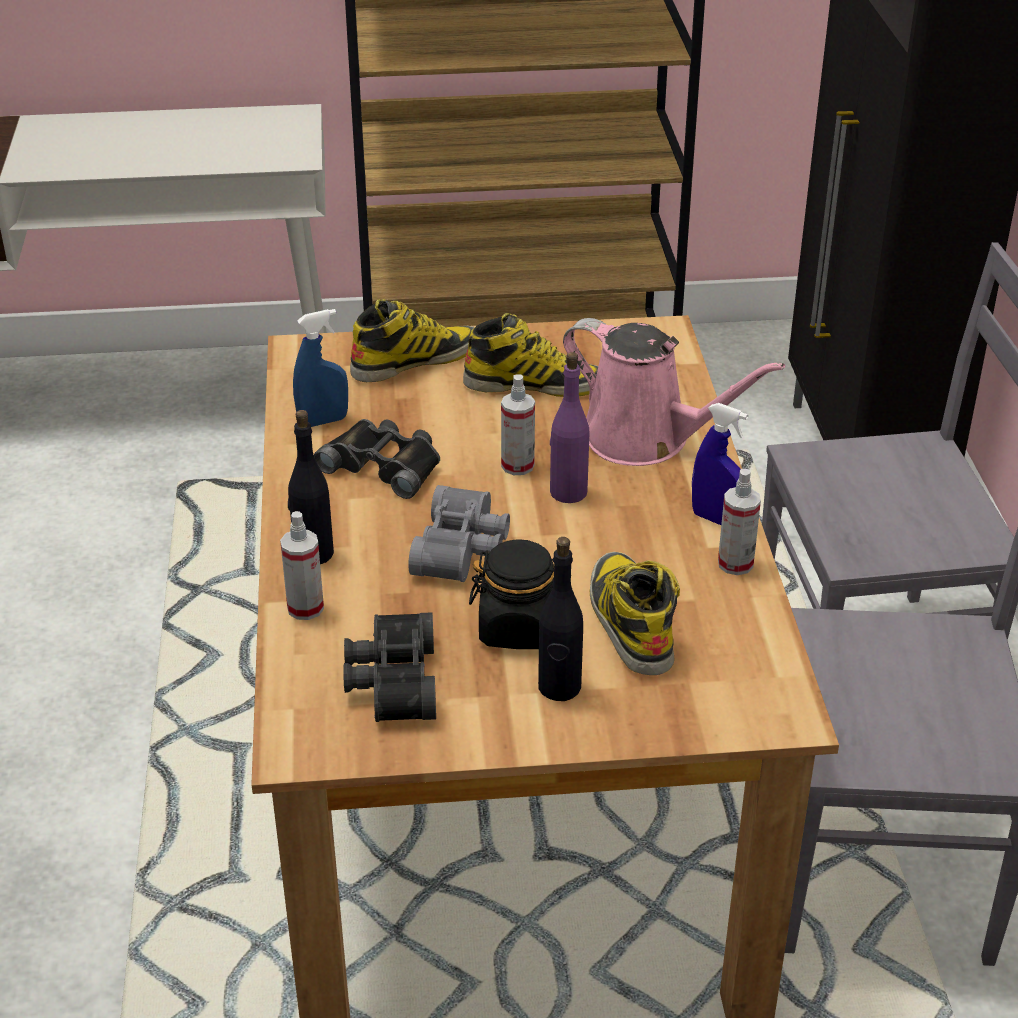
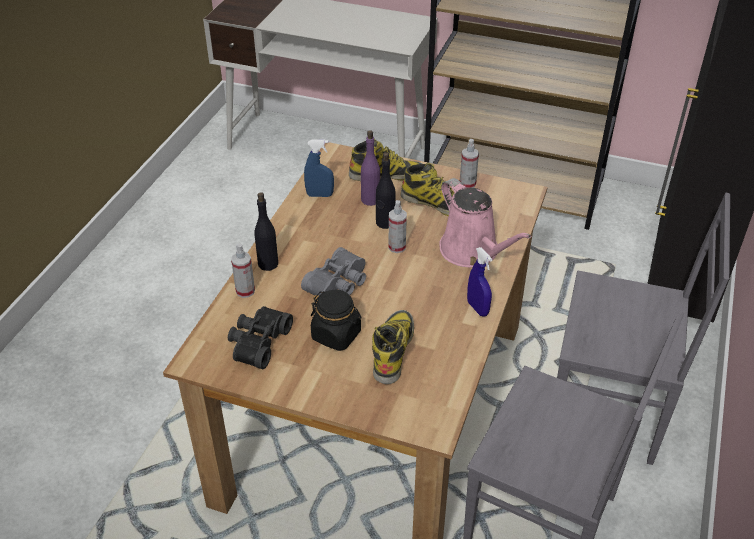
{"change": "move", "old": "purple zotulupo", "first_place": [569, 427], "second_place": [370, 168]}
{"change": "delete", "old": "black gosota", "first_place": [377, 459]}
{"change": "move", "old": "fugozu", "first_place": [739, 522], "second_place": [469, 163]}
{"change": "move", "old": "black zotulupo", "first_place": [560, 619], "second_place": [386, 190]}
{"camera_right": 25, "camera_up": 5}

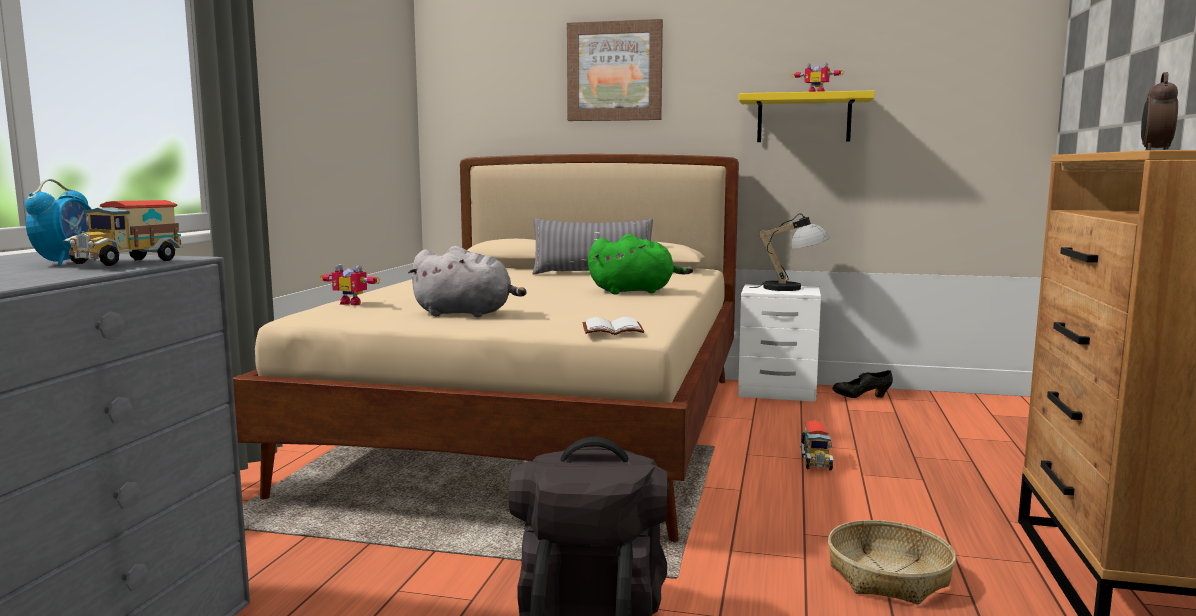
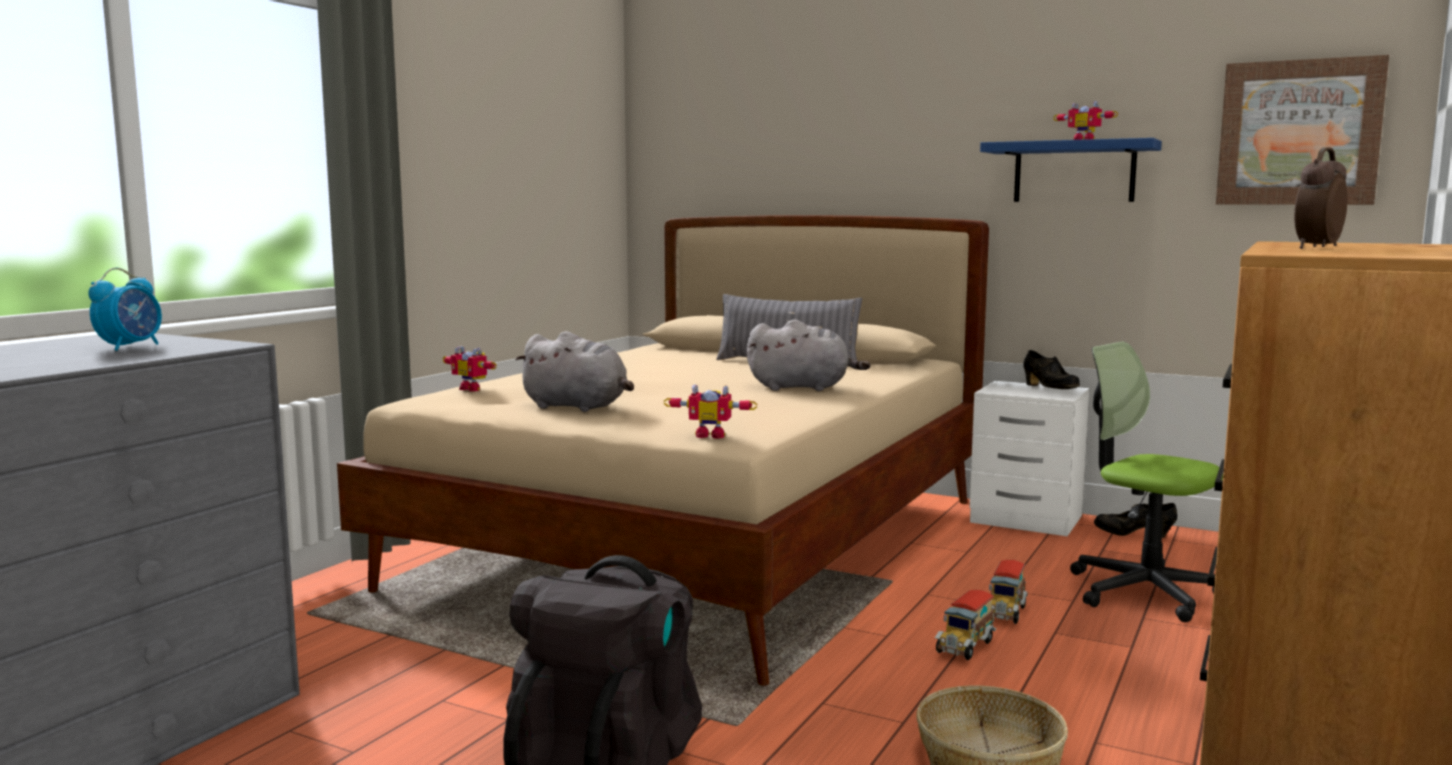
{"change": "move", "old": "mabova", "first_place": [615, 70], "second_place": [1302, 130]}
{"change": "recolor", "old": "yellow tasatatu", "new": "blue tasatatu", "first_place": [807, 116], "second_place": [1071, 170]}
{"change": "move", "old": "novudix", "first_place": [123, 233], "second_place": [965, 625]}
{"change": "replace", "old": "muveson", "new": "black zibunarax", "first_place": [789, 252], "second_place": [1051, 369]}
{"change": "recolor", "old": "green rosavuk", "new": "grey rosavuk", "first_place": [640, 264], "second_place": [809, 355]}
{"change": "replace", "old": "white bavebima", "new": "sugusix", "first_place": [614, 326], "second_place": [711, 411]}
{"change": "insert", "new": "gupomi", "second_place": [1146, 482]}
{"camera_right": 15, "camera_up": 0}

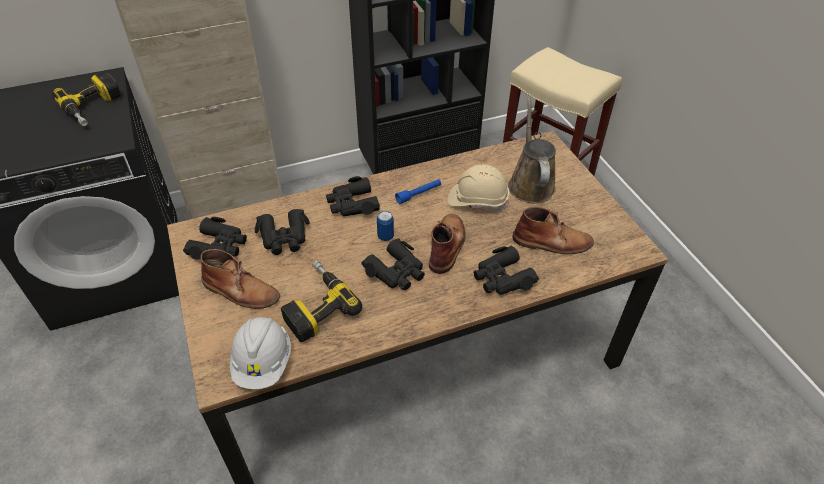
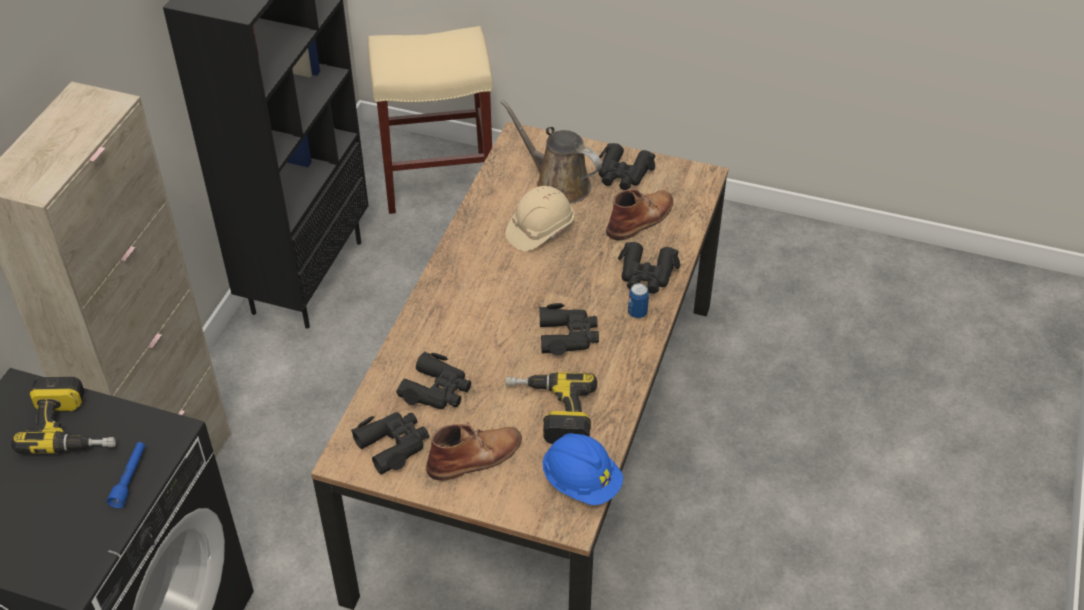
{"change": "move", "old": "black gosota", "first_place": [353, 196], "second_place": [626, 166]}
{"change": "move", "old": "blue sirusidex", "first_place": [418, 191], "second_place": [126, 475]}
{"change": "move", "old": "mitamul", "first_place": [385, 226], "second_place": [638, 300]}
{"change": "delete", "old": "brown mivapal", "first_place": [447, 244]}
{"change": "recolor", "old": "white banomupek", "new": "blue banomupek", "first_place": [260, 353], "second_place": [583, 469]}
{"camera_right": -50, "camera_up": 0}

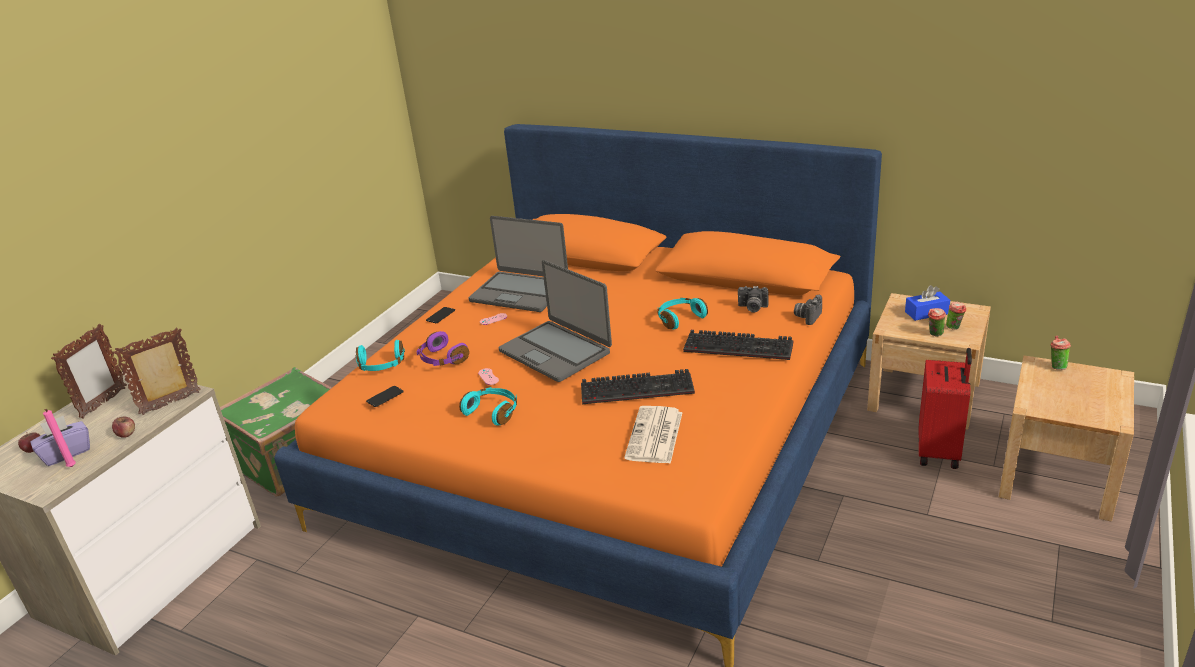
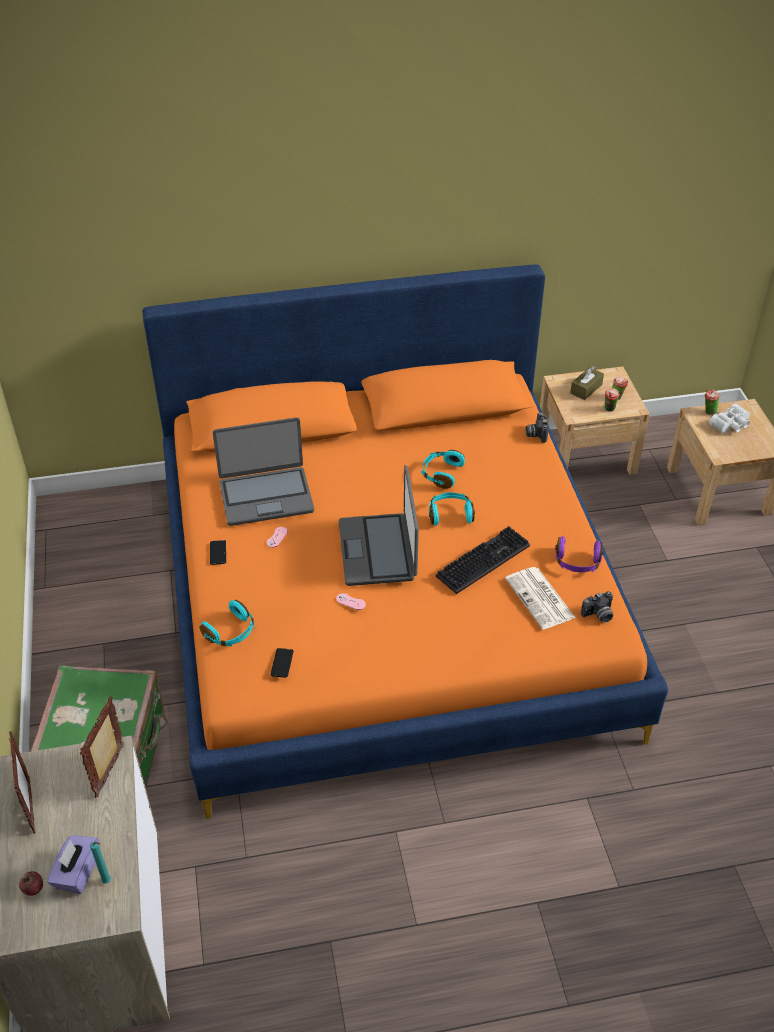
{"change": "rotate", "old": "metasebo", "first_place": [555, 321], "second_place": [379, 525], "degrees": 75}
{"change": "recolor", "old": "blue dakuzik", "new": "brown dakuzik", "first_place": [927, 303], "second_place": [587, 383]}
{"change": "move", "old": "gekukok", "first_place": [753, 299], "second_place": [597, 607]}
{"change": "delete", "old": "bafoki", "first_place": [738, 345]}
{"change": "move", "old": "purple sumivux", "first_place": [443, 348], "second_place": [579, 554]}
{"change": "delete", "old": "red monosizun", "first_place": [945, 408]}
{"change": "move", "old": "turquoise sumivux", "first_place": [488, 406], "second_place": [452, 509]}
{"change": "recolor", "old": "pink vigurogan", "new": "turquoise vigurogan", "first_place": [59, 438], "second_place": [100, 862]}
{"change": "delete", "old": "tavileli", "first_place": [123, 427]}
{"change": "insert", "new": "white gosota", "second_place": [729, 418]}
{"camera_right": -40, "camera_up": 15}

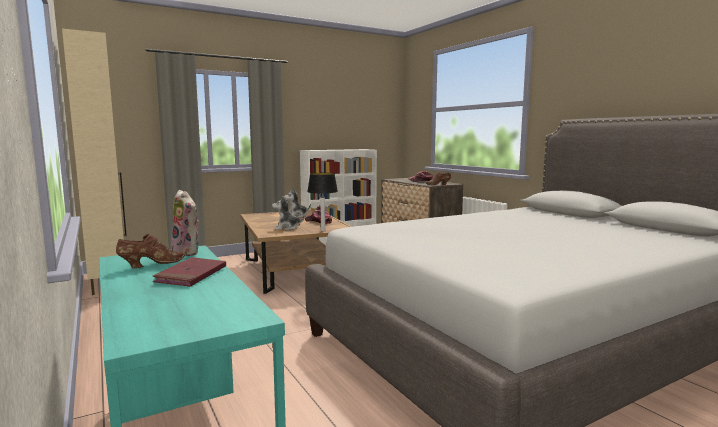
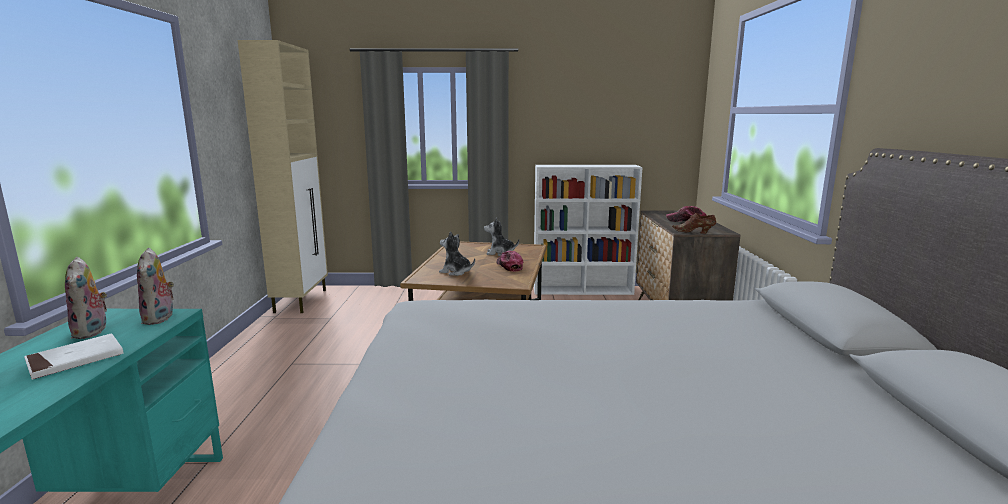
{"change": "delete", "old": "muveson", "first_place": [322, 202]}
{"change": "replace", "old": "brown zibunarax", "new": "rosavuk", "first_place": [151, 251], "second_place": [86, 298]}
{"change": "recolor", "old": "red bavebima", "new": "white bavebima", "first_place": [189, 272], "second_place": [74, 357]}
{"camera_right": 30, "camera_up": 5}

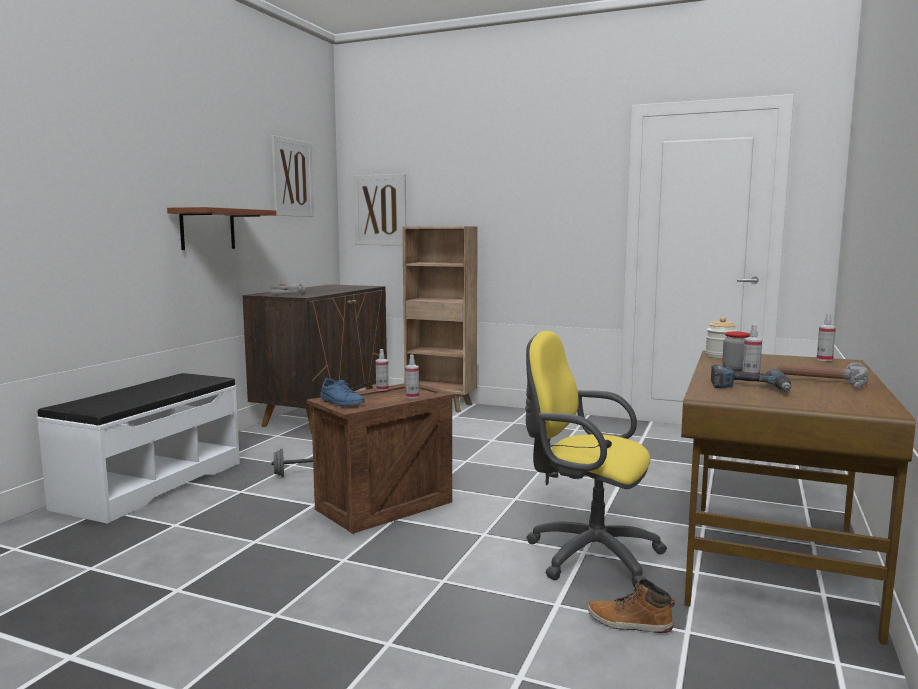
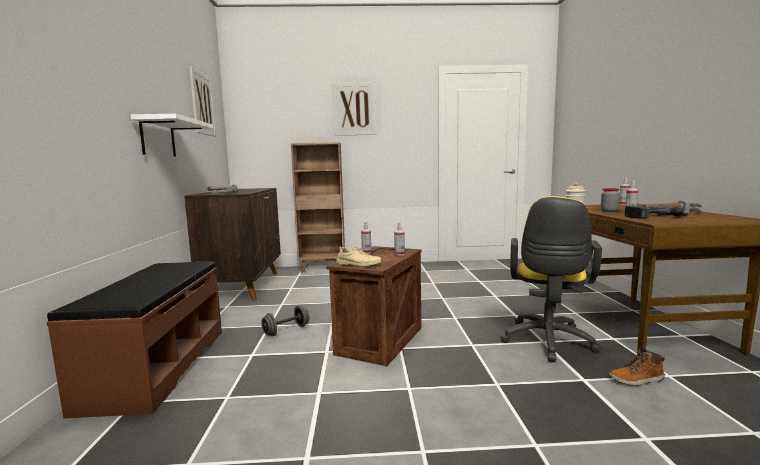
{"change": "move", "old": "mabova", "first_place": [380, 209], "second_place": [354, 109]}
{"change": "recolor", "old": "brown tasatatu", "new": "white tasatatu", "first_place": [222, 228], "second_place": [172, 135]}
{"change": "rotate", "old": "yellow gupomi", "first_place": [596, 459], "second_place": [551, 279], "degrees": -75}
{"change": "recolor", "old": "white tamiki", "new": "brown tamiki", "first_place": [138, 448], "second_place": [134, 340]}
{"change": "recolor", "old": "blue zibunarax", "new": "beige zibunarax", "first_place": [342, 391], "second_place": [359, 256]}
{"camera_right": -25, "camera_up": 0}

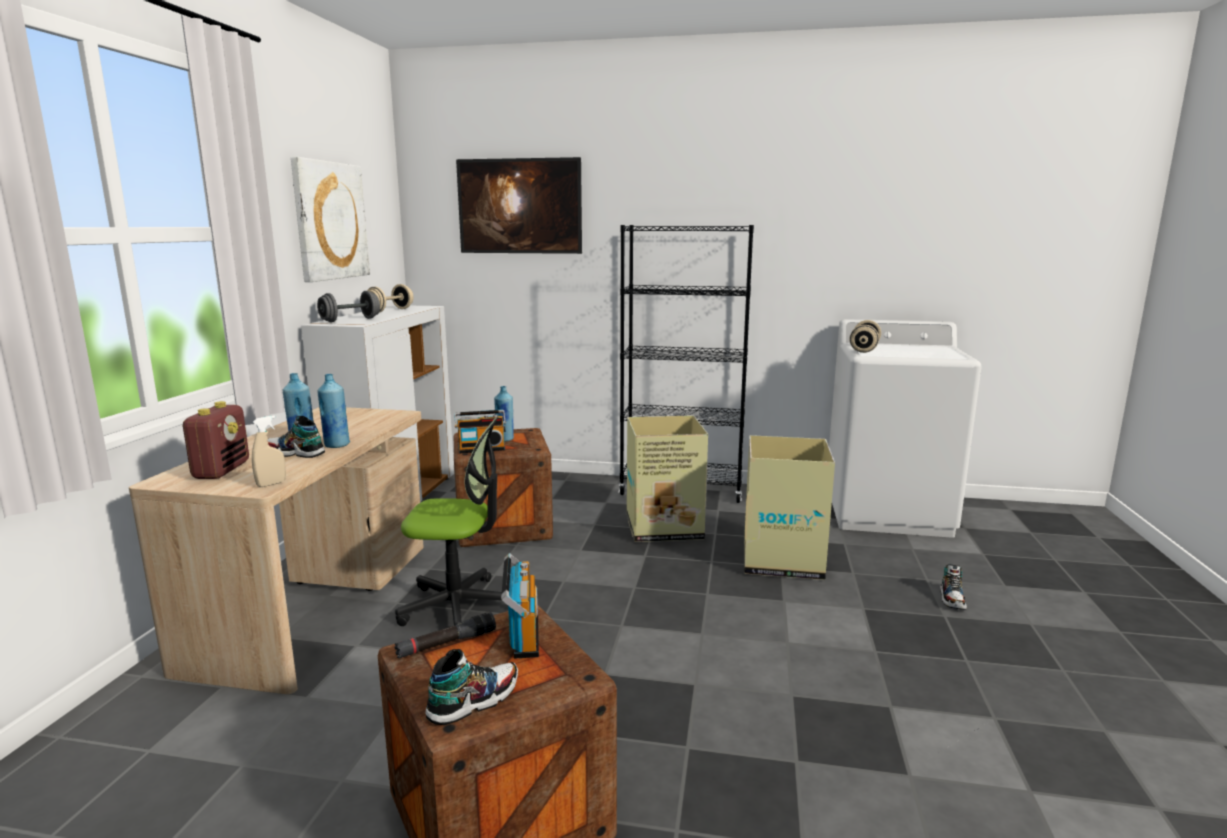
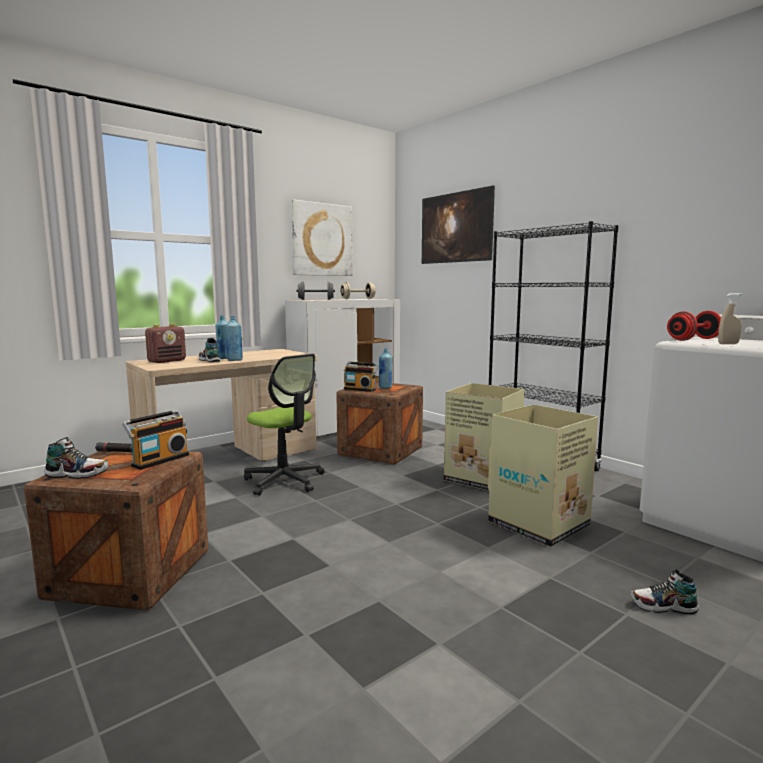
{"change": "recolor", "old": "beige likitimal", "new": "red likitimal", "first_place": [865, 336], "second_place": [694, 326]}
{"change": "move", "old": "beige fugozu", "first_place": [269, 451], "second_place": [730, 318]}
{"change": "rotate", "old": "zibunarax", "first_place": [953, 587], "second_place": [665, 592], "degrees": 45}
{"camera_right": 40, "camera_up": -5}

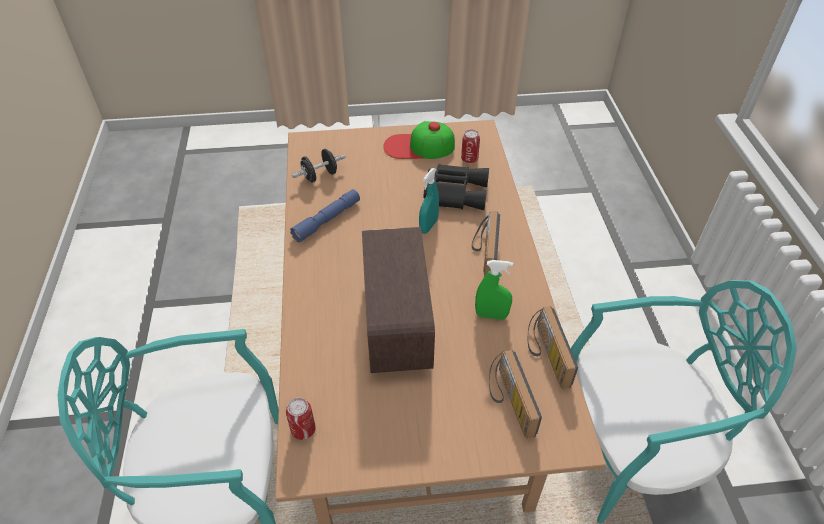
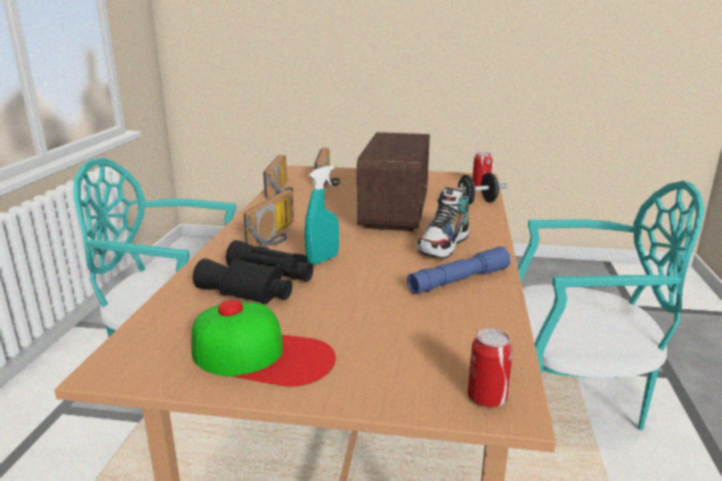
{"change": "move", "old": "mitamul", "first_place": [470, 146], "second_place": [490, 368]}
{"change": "move", "old": "black likitimal", "first_place": [319, 166], "second_place": [481, 189]}
{"change": "delete", "old": "green fugozu", "first_place": [494, 290]}
{"change": "insert", "new": "zibunarax", "second_place": [443, 222]}
{"camera_right": -165, "camera_up": -25}

